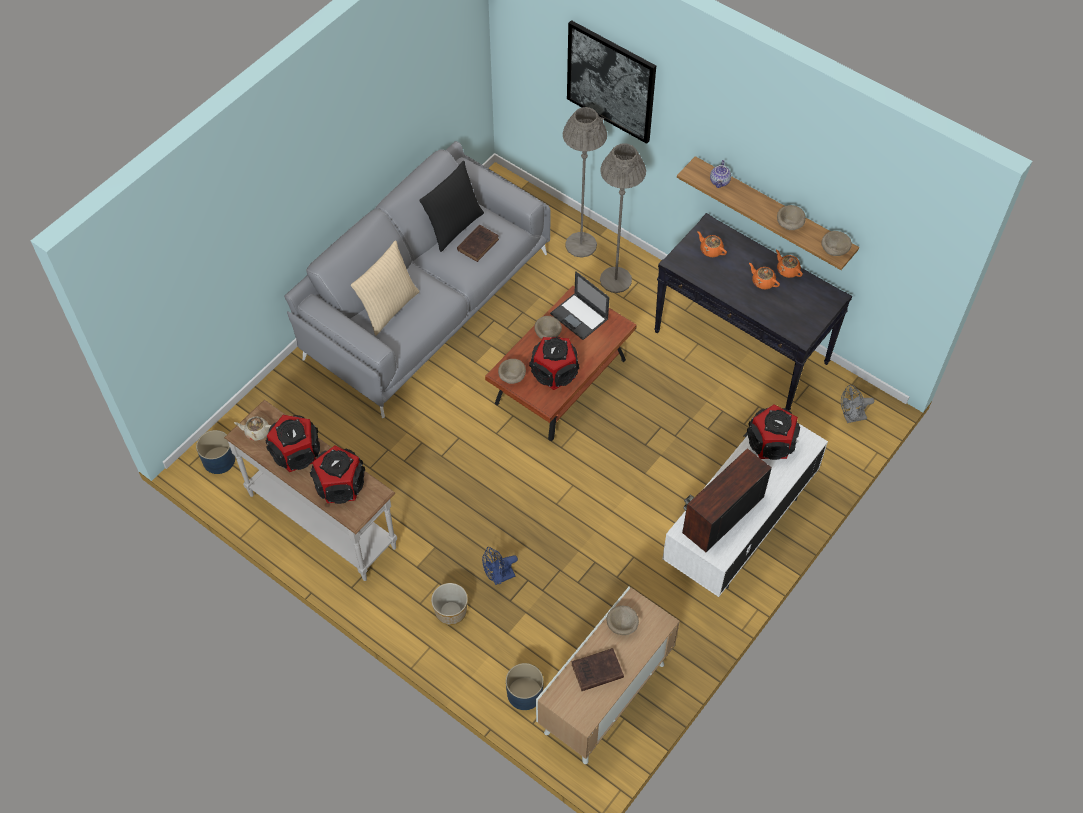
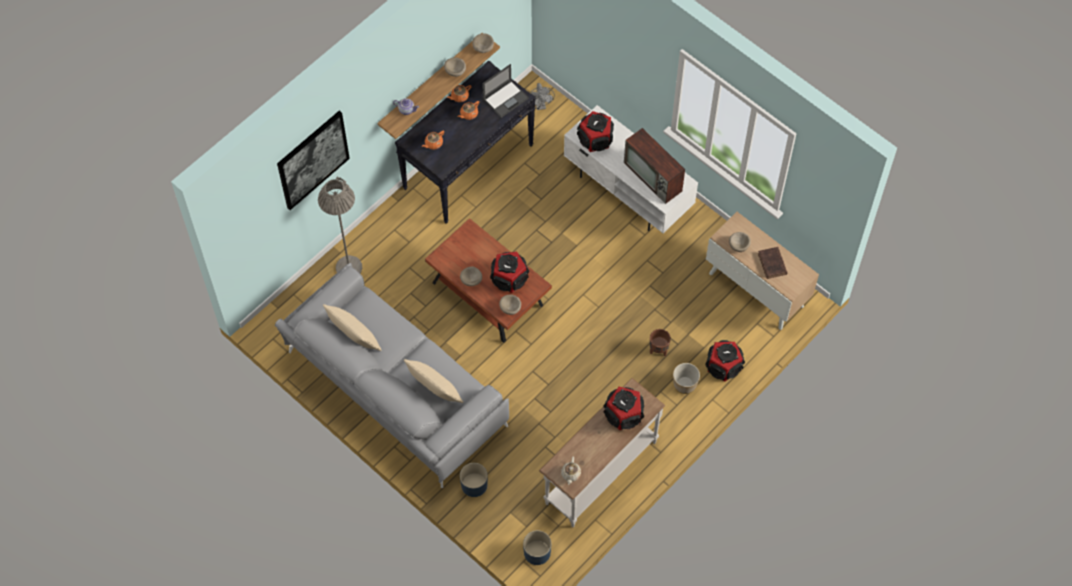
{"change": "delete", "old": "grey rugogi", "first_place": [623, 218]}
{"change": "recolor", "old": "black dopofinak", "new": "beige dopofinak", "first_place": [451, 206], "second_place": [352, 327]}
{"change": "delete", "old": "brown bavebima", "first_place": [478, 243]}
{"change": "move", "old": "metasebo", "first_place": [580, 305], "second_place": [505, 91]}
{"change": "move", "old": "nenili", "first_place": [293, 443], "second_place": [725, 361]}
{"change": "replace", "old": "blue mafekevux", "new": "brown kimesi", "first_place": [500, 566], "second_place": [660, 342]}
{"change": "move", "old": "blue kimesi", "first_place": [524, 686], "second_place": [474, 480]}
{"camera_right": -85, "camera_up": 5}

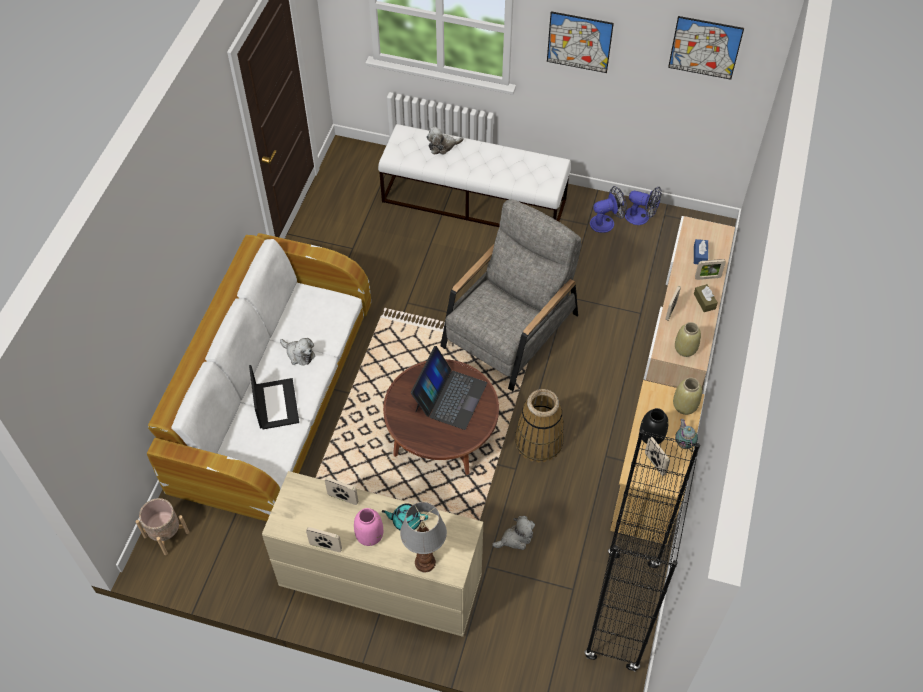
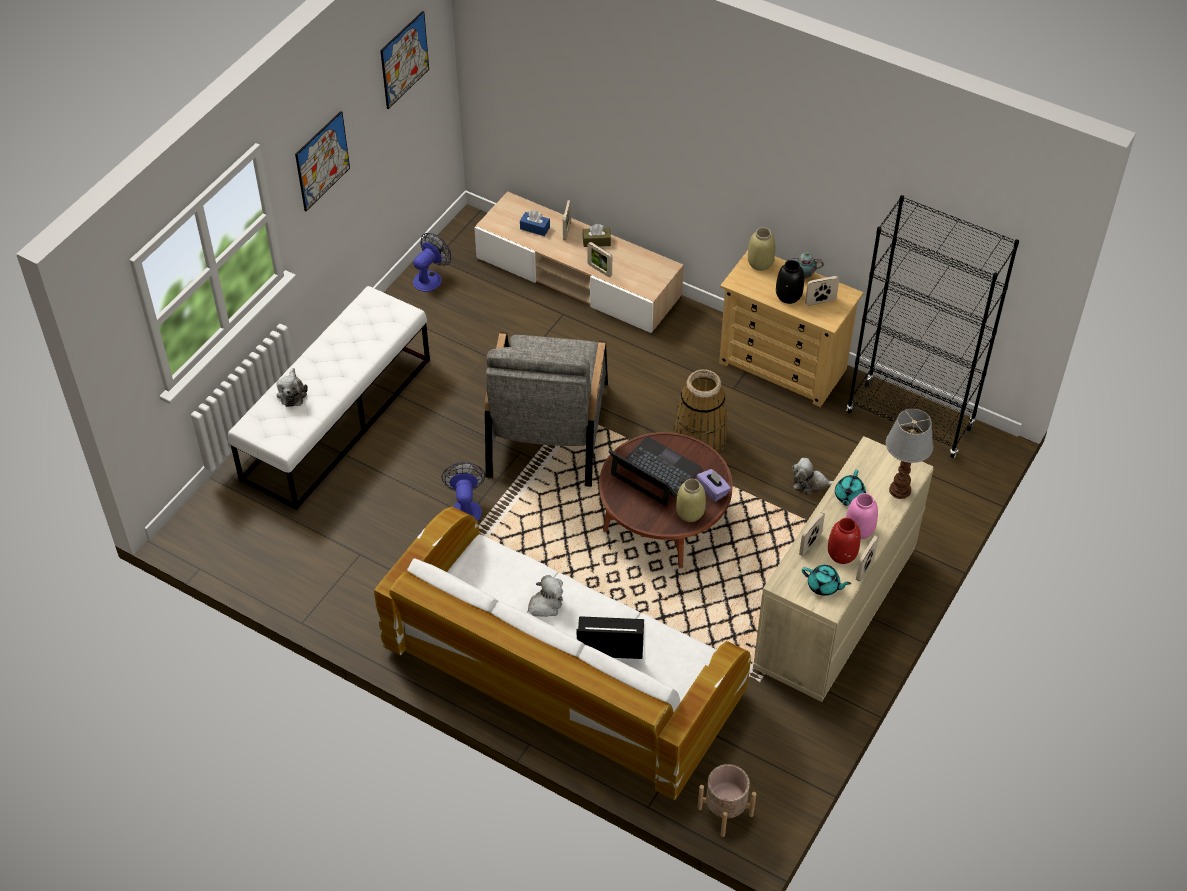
{"change": "move", "old": "mafekevux", "first_place": [608, 209], "second_place": [463, 492]}
{"change": "rotate", "old": "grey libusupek", "first_place": [511, 295], "second_place": [546, 409], "degrees": -135}
{"change": "move", "old": "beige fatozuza", "first_place": [688, 339], "second_place": [691, 500]}
{"change": "rotate", "old": "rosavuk", "first_place": [513, 533], "second_place": [812, 476], "degrees": -75}
{"change": "insert", "new": "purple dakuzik", "second_place": [713, 485]}
{"change": "insert", "new": "red fatozuza", "second_place": [844, 541]}
{"change": "insert", "new": "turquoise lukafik", "second_place": [826, 580]}
{"camera_right": -75, "camera_up": -5}

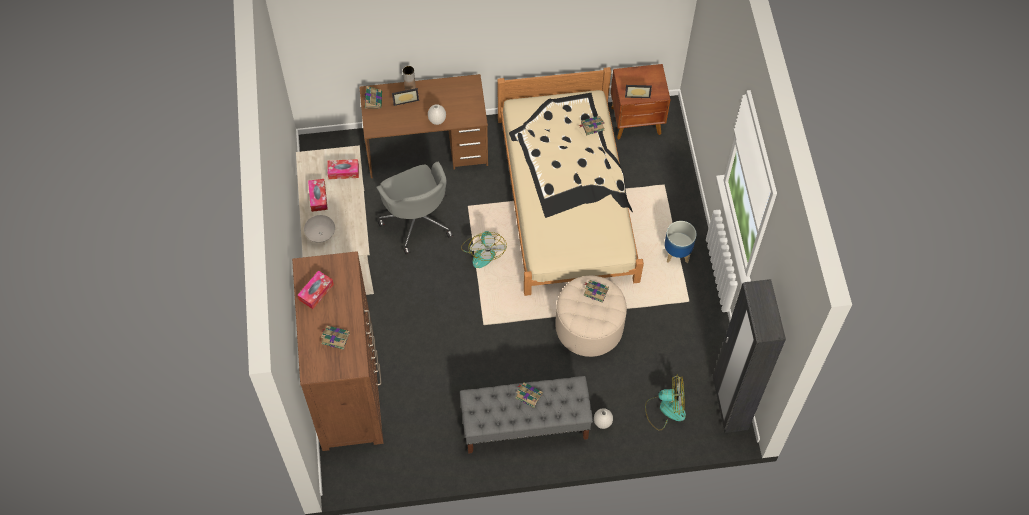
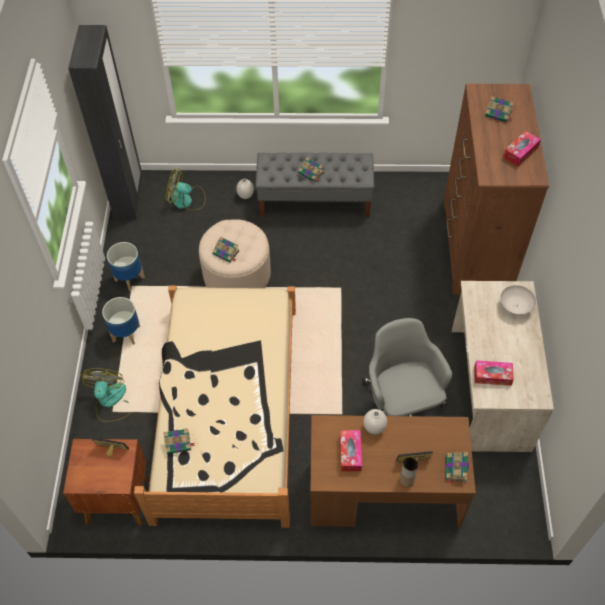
{"change": "move", "old": "dakuzik", "first_place": [318, 195], "second_place": [351, 450]}
{"change": "move", "old": "mafekevux", "first_place": [484, 249], "second_place": [106, 395]}
{"change": "insert", "new": "kimesi", "second_place": [126, 266]}
{"camera_right": -170, "camera_up": -5}

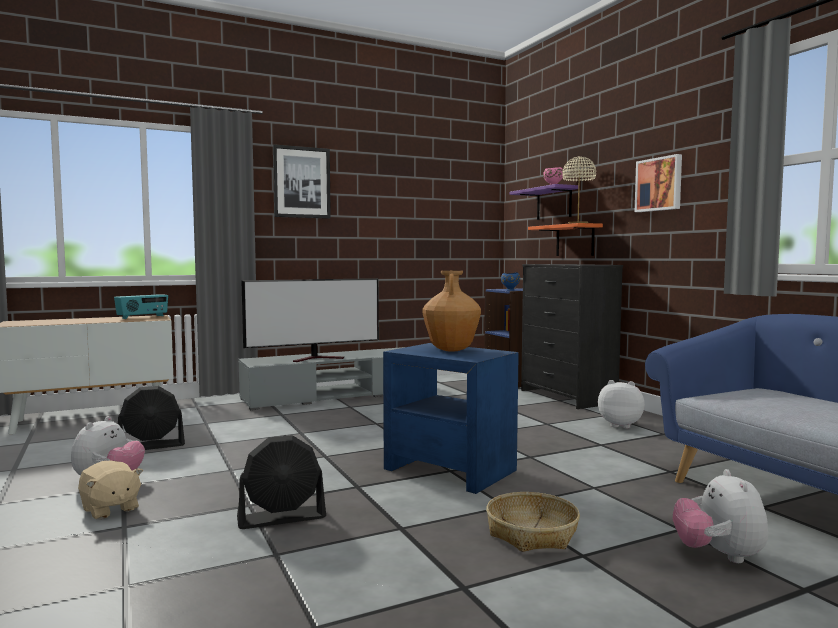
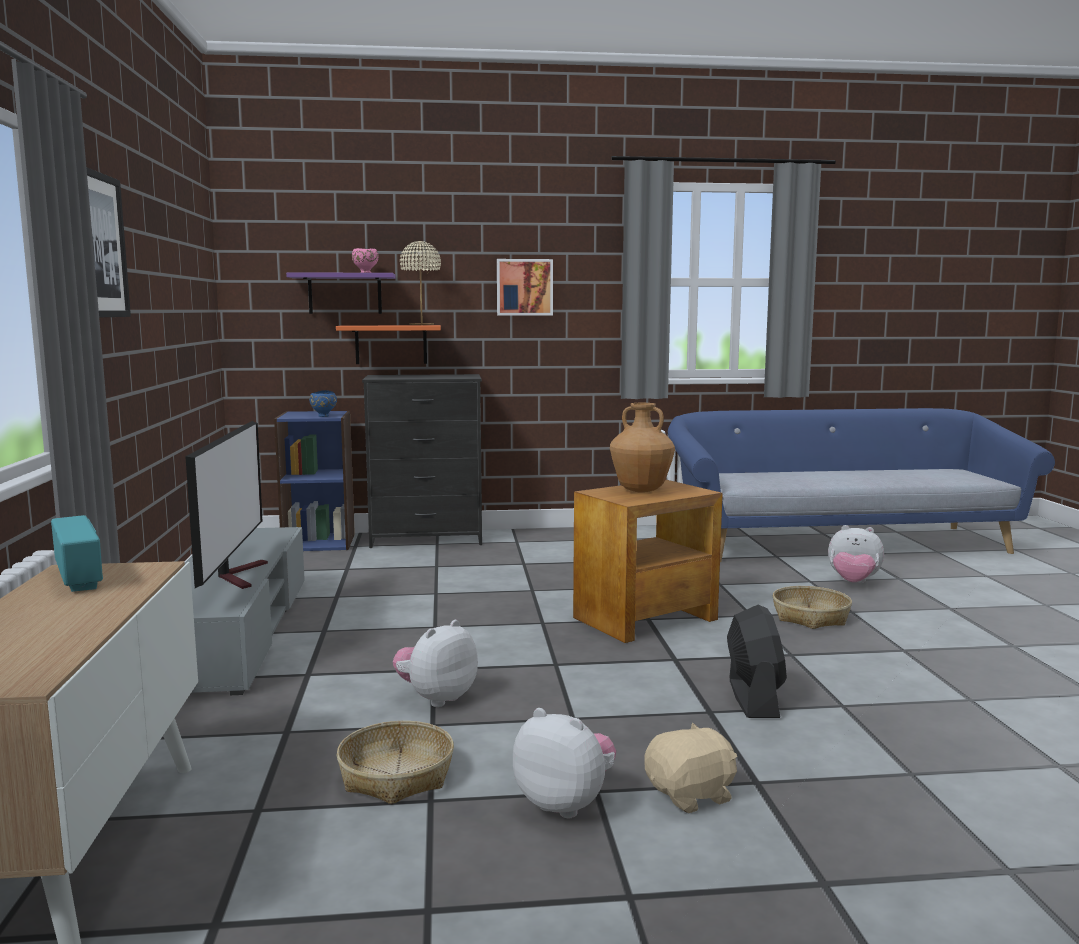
{"change": "recolor", "old": "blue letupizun", "new": "brown letupizun", "first_place": [451, 418], "second_place": [648, 561]}
{"change": "move", "old": "rosavuk", "first_place": [621, 404], "second_place": [435, 663]}
{"change": "replace", "old": "black mafekevux", "new": "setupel", "first_place": [151, 418], "second_place": [395, 762]}
{"camera_right": -70, "camera_up": 5}

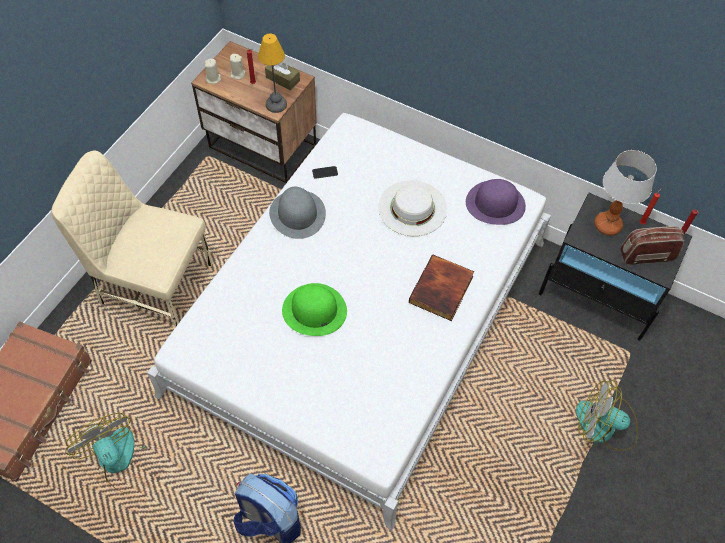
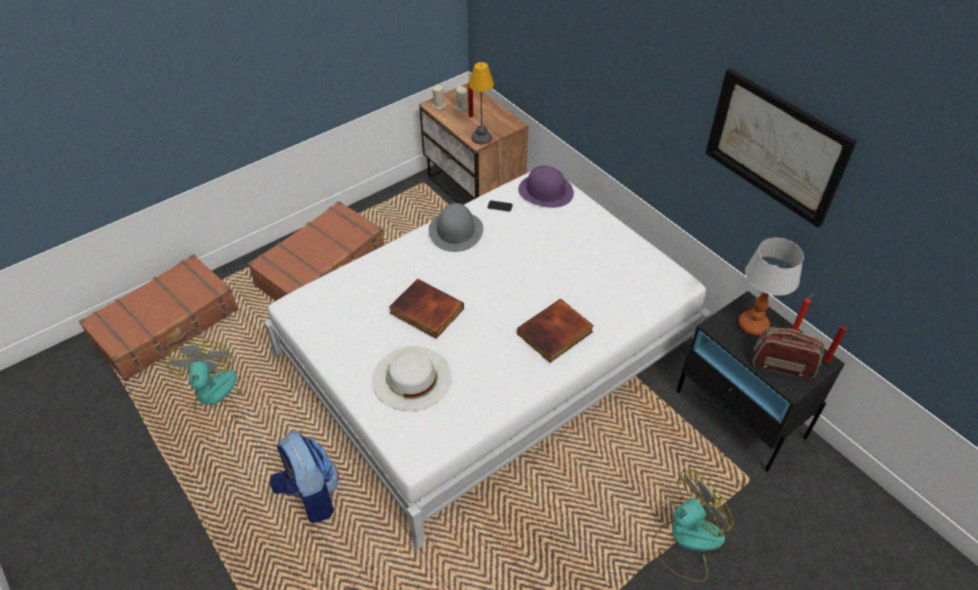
{"change": "delete", "old": "brown dakuzik", "first_place": [282, 76]}
{"change": "replace", "old": "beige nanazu", "new": "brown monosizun", "first_place": [131, 239], "second_place": [316, 251]}
{"change": "move", "old": "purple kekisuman", "first_place": [496, 202], "second_place": [546, 187]}
{"change": "move", "old": "white kekisuman", "first_place": [412, 208], "second_place": [412, 378]}
{"change": "replace", "old": "green kekisuman", "new": "bavebima", "first_place": [314, 309], "second_place": [426, 309]}
{"change": "rotate", "old": "mafekevux", "first_place": [607, 415], "second_place": [693, 526], "degrees": 105}
{"change": "insert", "new": "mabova", "second_place": [781, 148]}
{"camera_right": 25, "camera_up": -10}

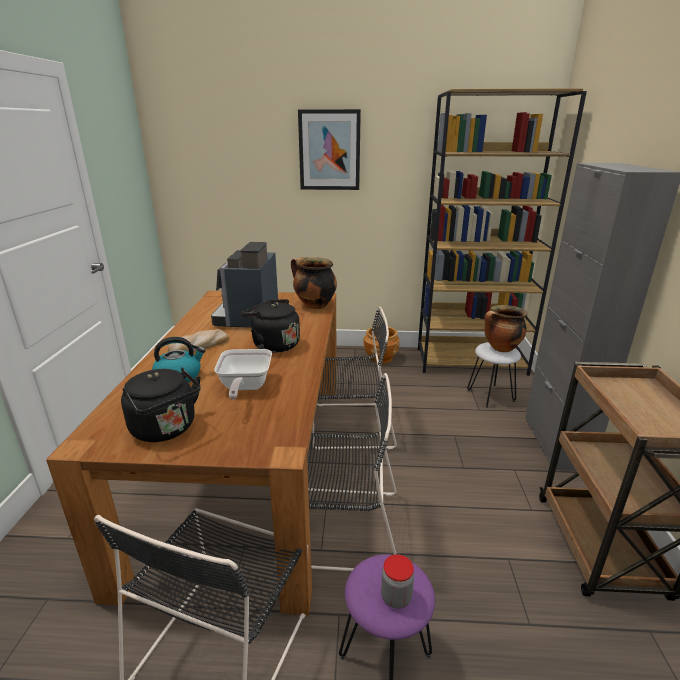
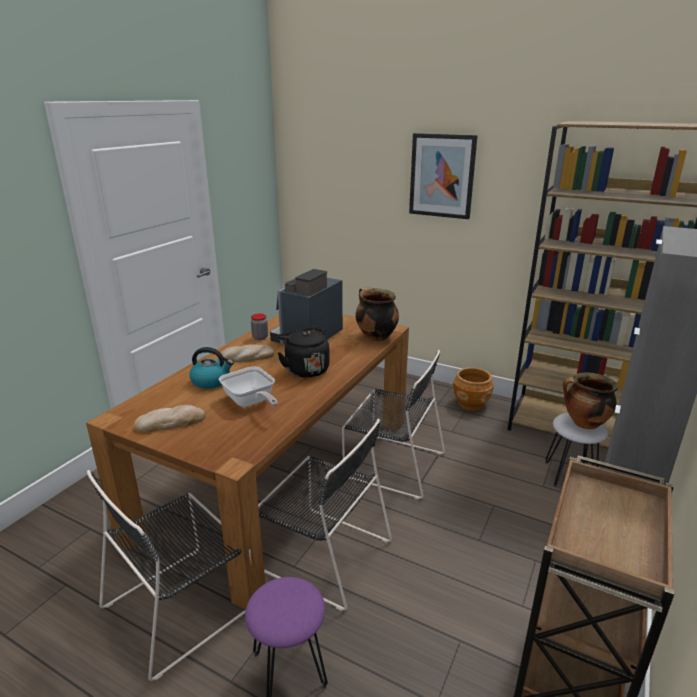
{"change": "rotate", "old": "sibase", "first_place": [243, 374], "second_place": [248, 387], "degrees": -60}
{"change": "replace", "old": "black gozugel", "new": "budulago", "first_place": [161, 404], "second_place": [170, 418]}
{"change": "move", "old": "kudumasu", "first_place": [397, 581], "second_place": [259, 327]}
{"camera_right": 25, "camera_up": 0}

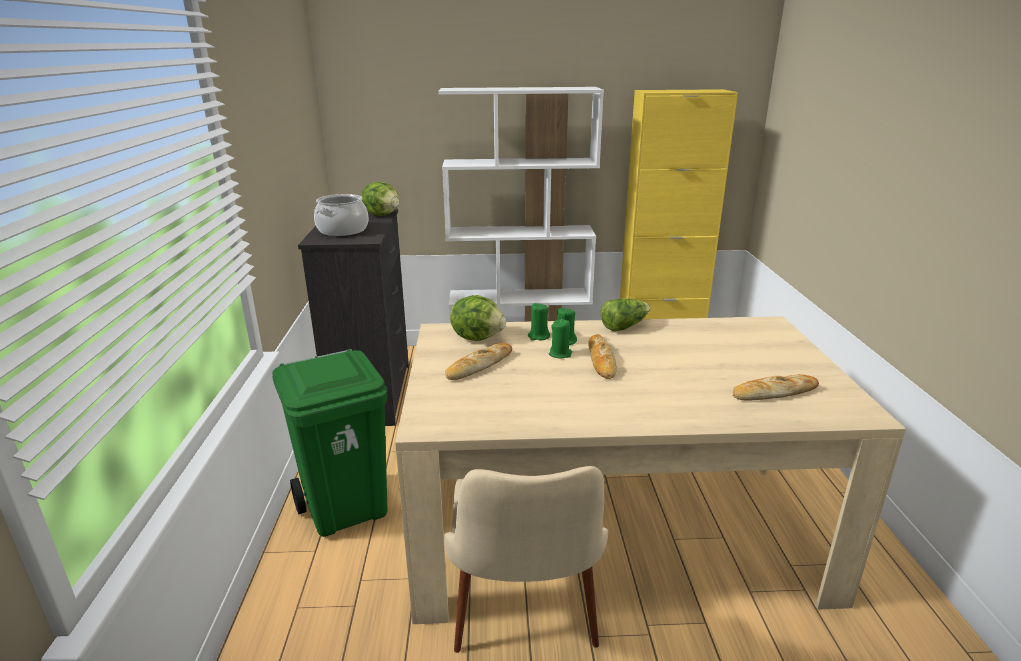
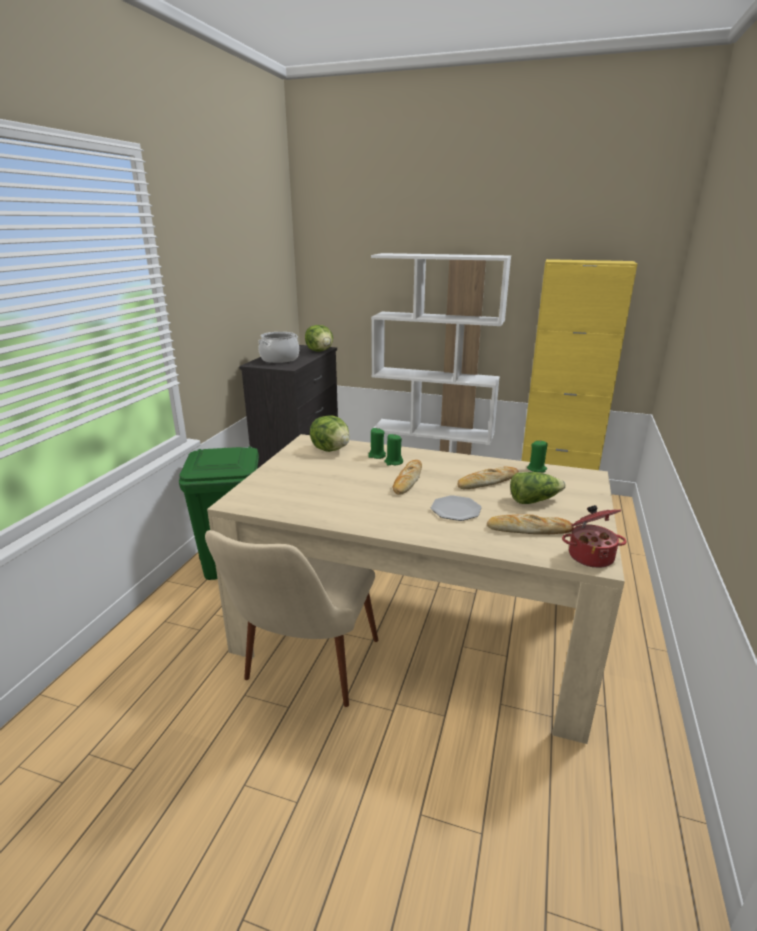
{"change": "move", "old": "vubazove", "first_place": [625, 314], "second_place": [538, 488]}
{"change": "move", "old": "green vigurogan", "first_place": [560, 338], "second_place": [537, 456]}
{"change": "move", "old": "budulago", "first_place": [478, 361], "second_place": [488, 477]}
{"change": "insert", "new": "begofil", "second_place": [456, 508]}
{"change": "insert", "new": "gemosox", "second_place": [594, 536]}
{"camera_right": 20, "camera_up": 0}

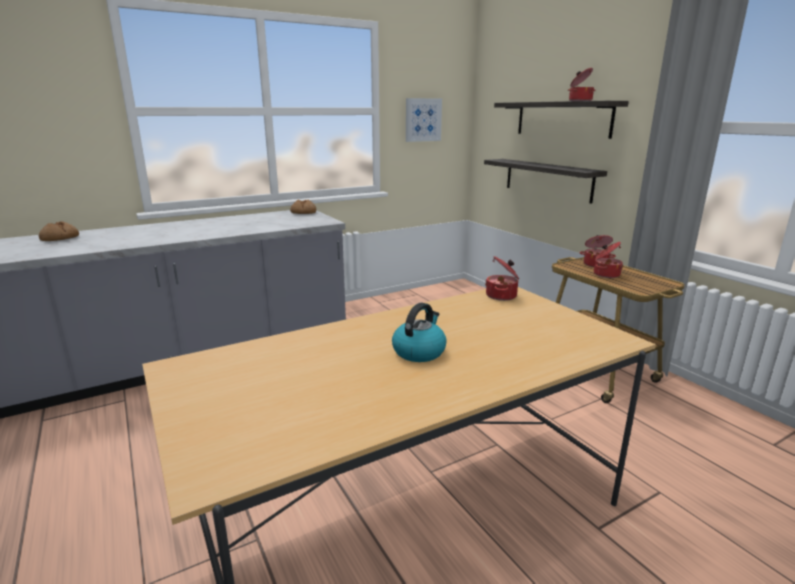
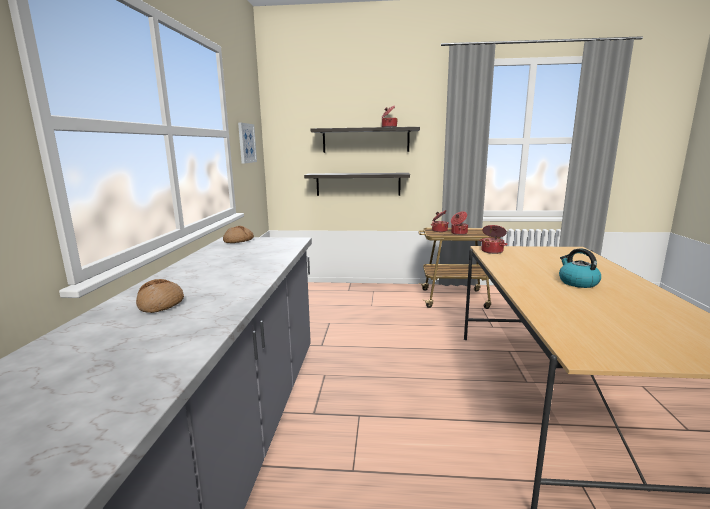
{"change": "move", "old": "budulago", "first_place": [59, 231], "second_place": [160, 296]}
{"camera_right": -55, "camera_up": -5}

